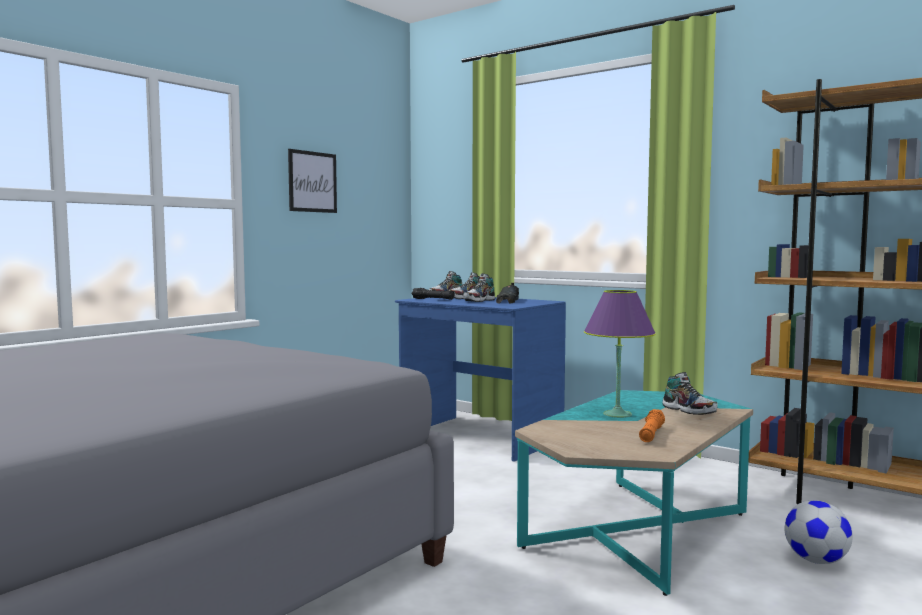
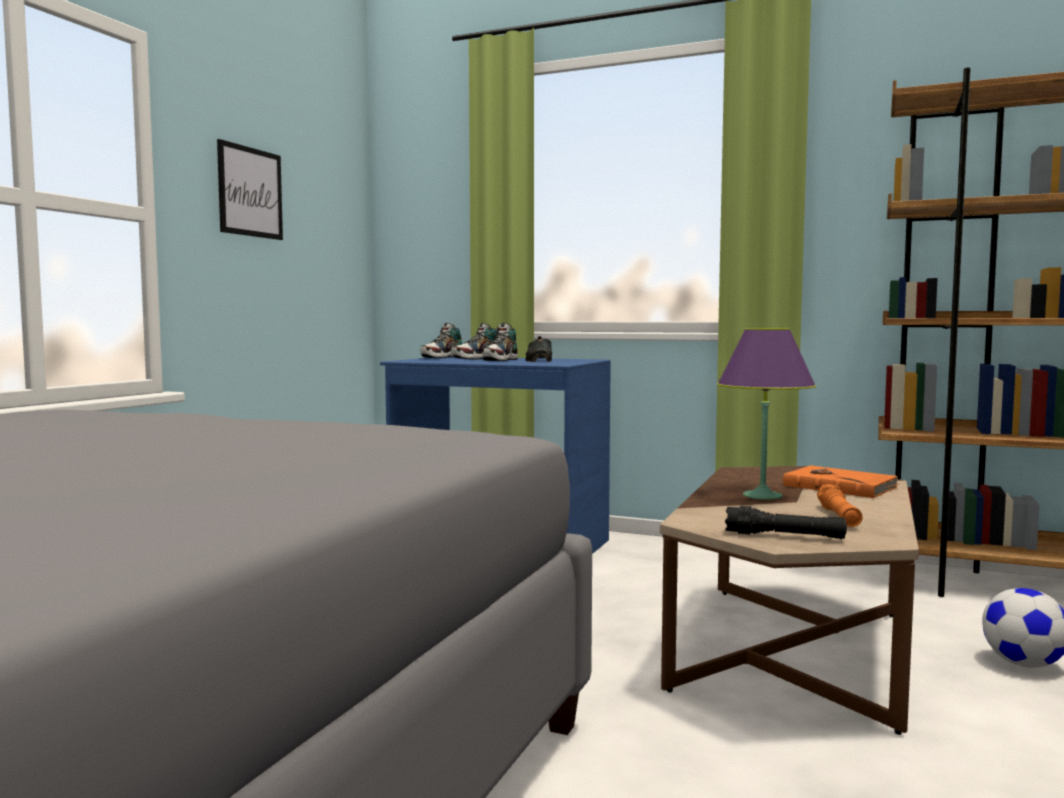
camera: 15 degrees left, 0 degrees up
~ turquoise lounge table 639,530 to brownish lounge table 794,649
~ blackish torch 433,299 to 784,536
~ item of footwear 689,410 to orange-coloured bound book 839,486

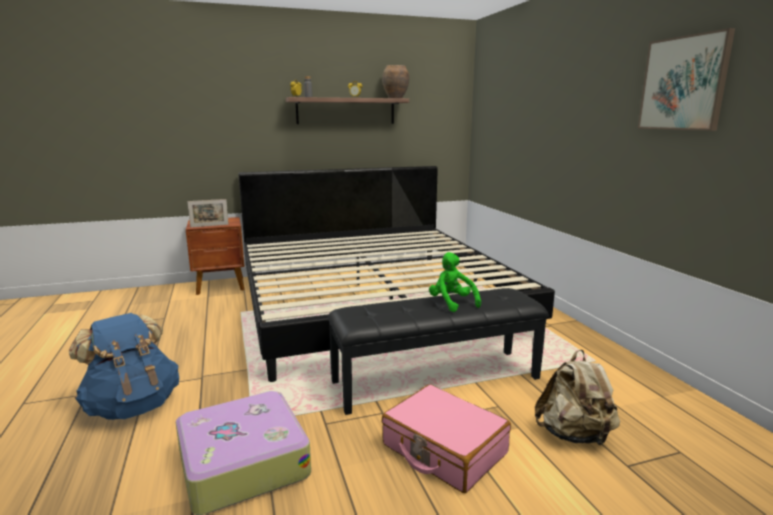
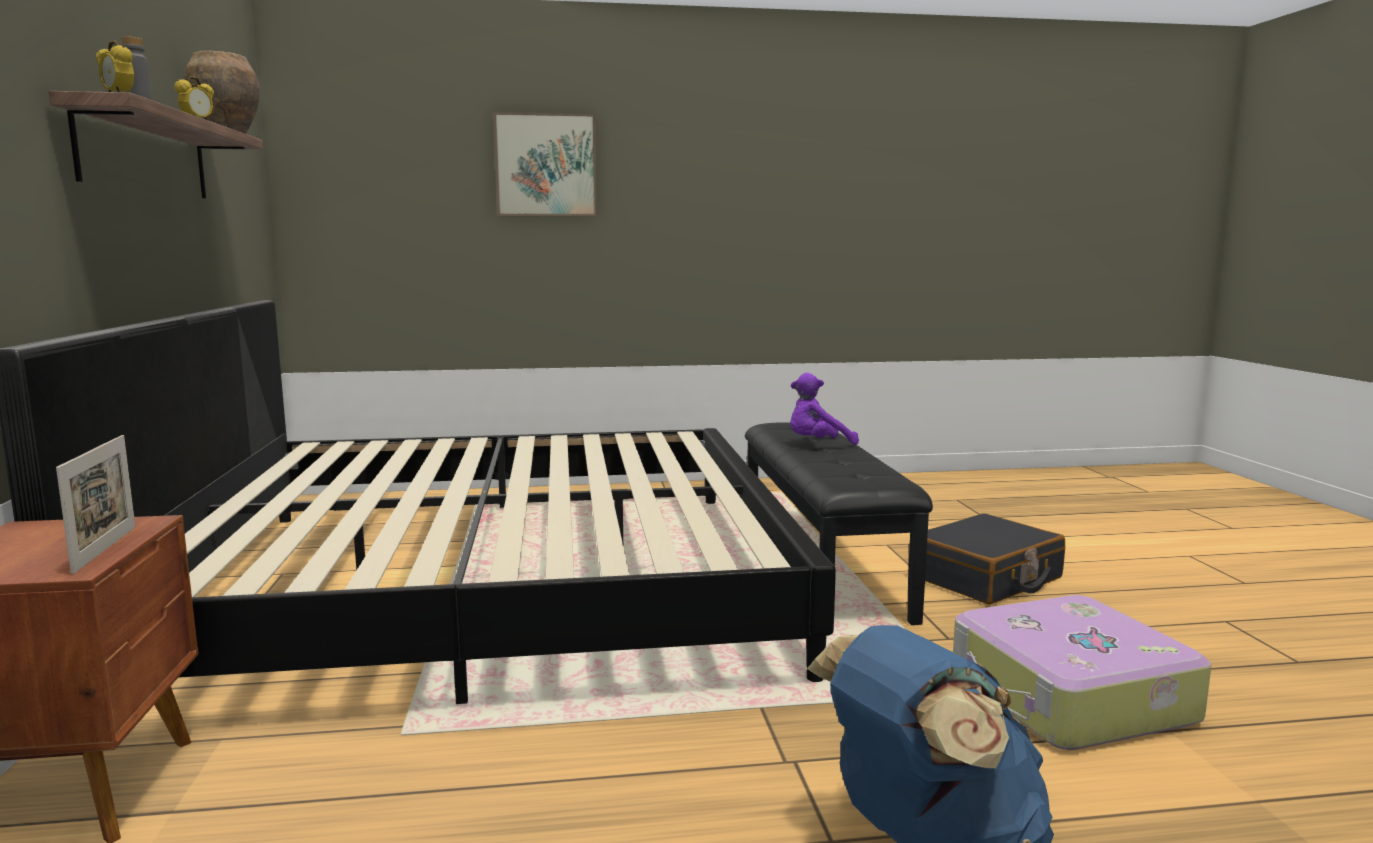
camera: 80 degrees left, 5 degrees down
~ wall art 683,83 to 546,165
~ greenish plush toy 452,303 to purple plush toy 817,444
~ pink-coloured piece of luggage 443,449 to blackish piece of luggage 986,578
- sand-coloured knapsack 574,435

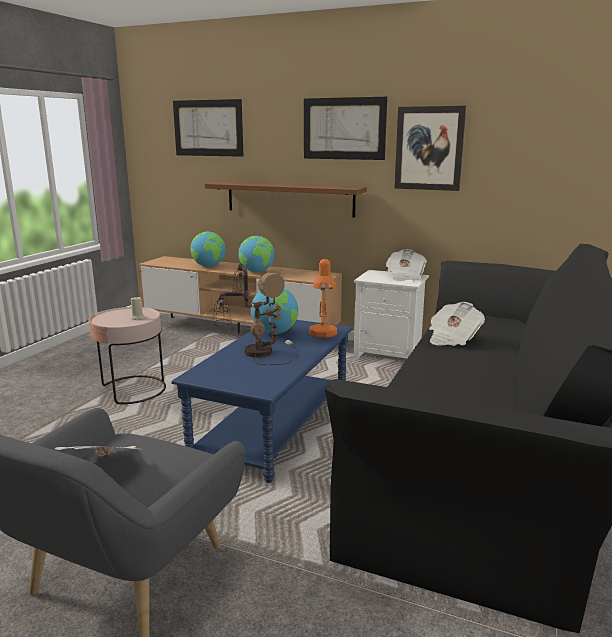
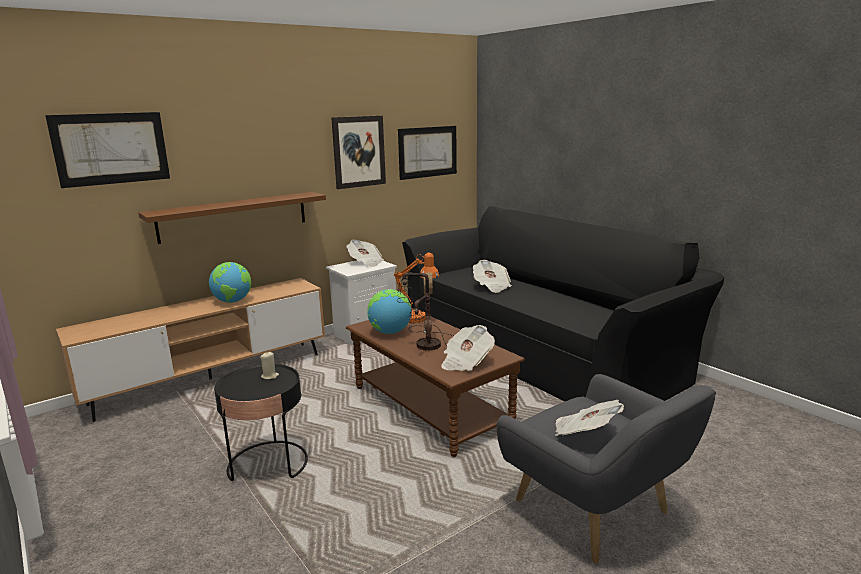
camera: 60 degrees left, 0 degrees up
~ pink-coloured end table 132,390 to blackish end table 268,464
~ blue-coloured lounge table 273,426 to brownish lounge table 430,407
~ wall art 344,128 to 428,152
+ daily paper 466,362
- globe 209,266

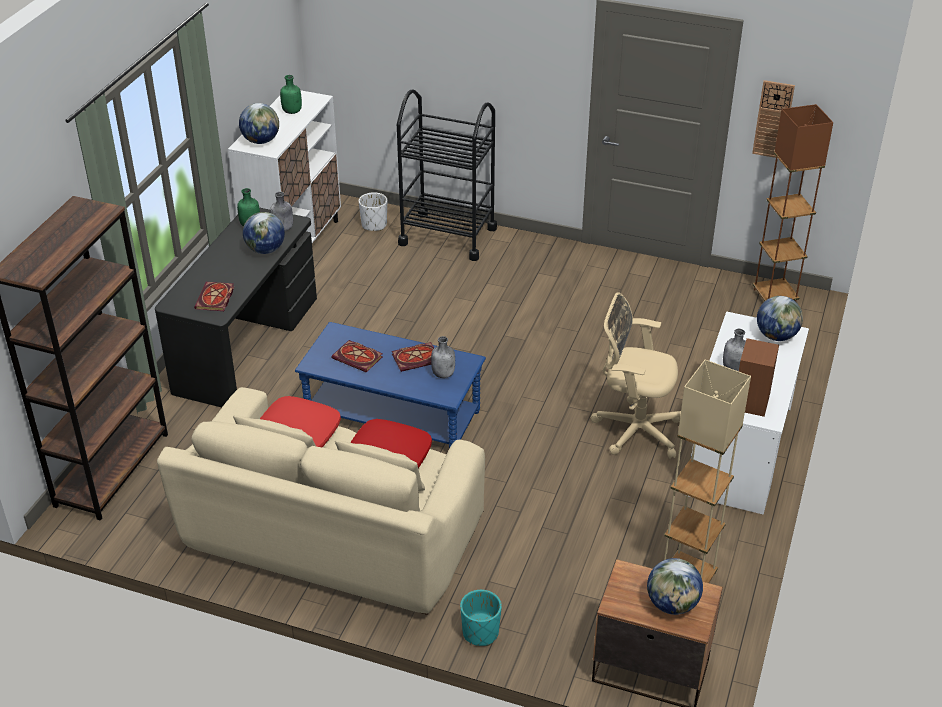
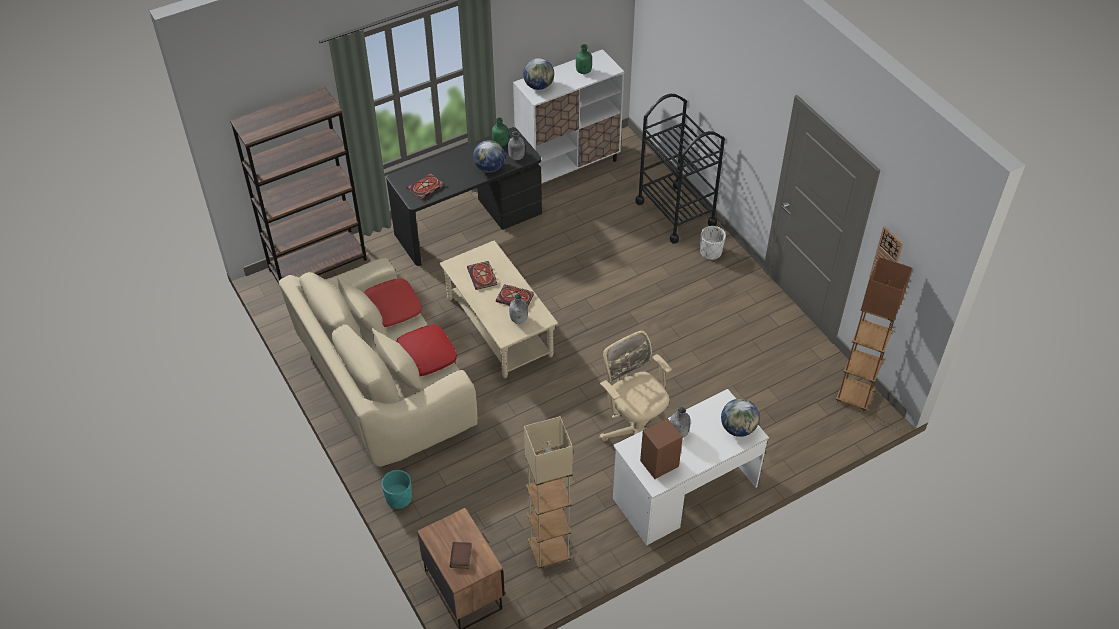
camera: 40 degrees right, 10 degrees up
~ blue-coloured lounge table 392,416 to sand-coloured lounge table 499,326
~ globe 672,604 to bound book 461,557
~ white-coloured plant pot 374,225 to 710,252

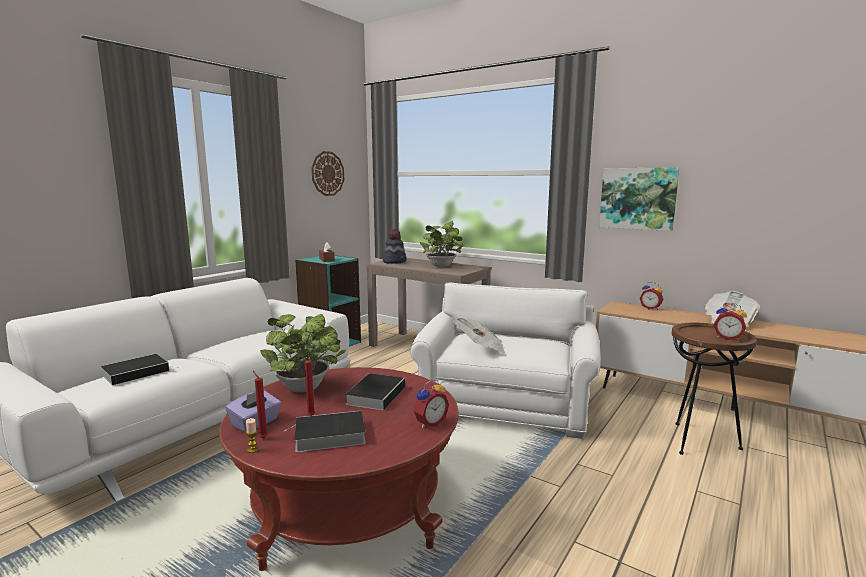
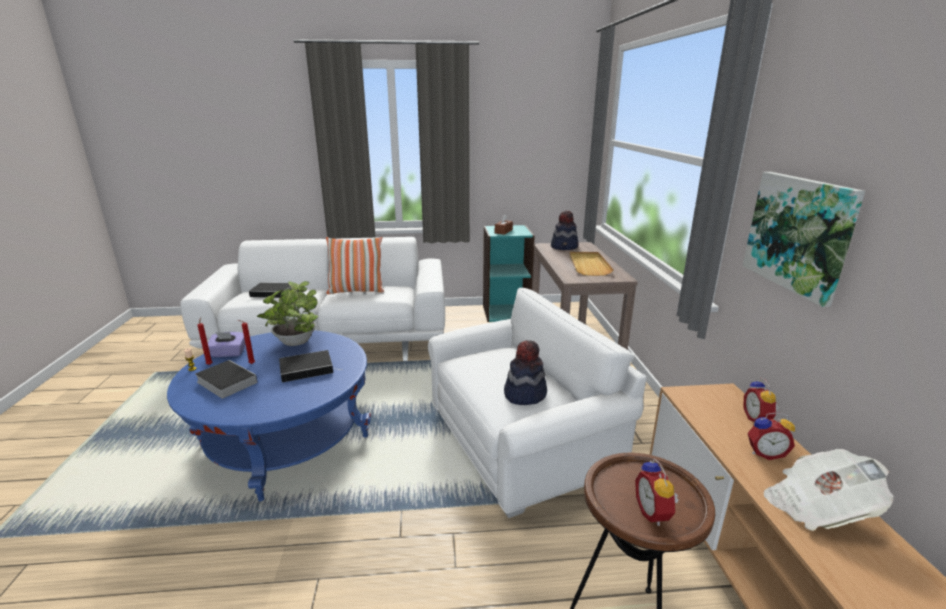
camera: 50 degrees right, 10 degrees up
~ red-coloured lounge table 347,505 to blue-coloured lounge table 285,440
+ throw pillow 356,291
+ hat 524,394
~ houseplant 442,266 to sand-coloured tray 588,265
~ table clock 429,423 to 765,453
- wall clock 327,173
- daily paper 481,348

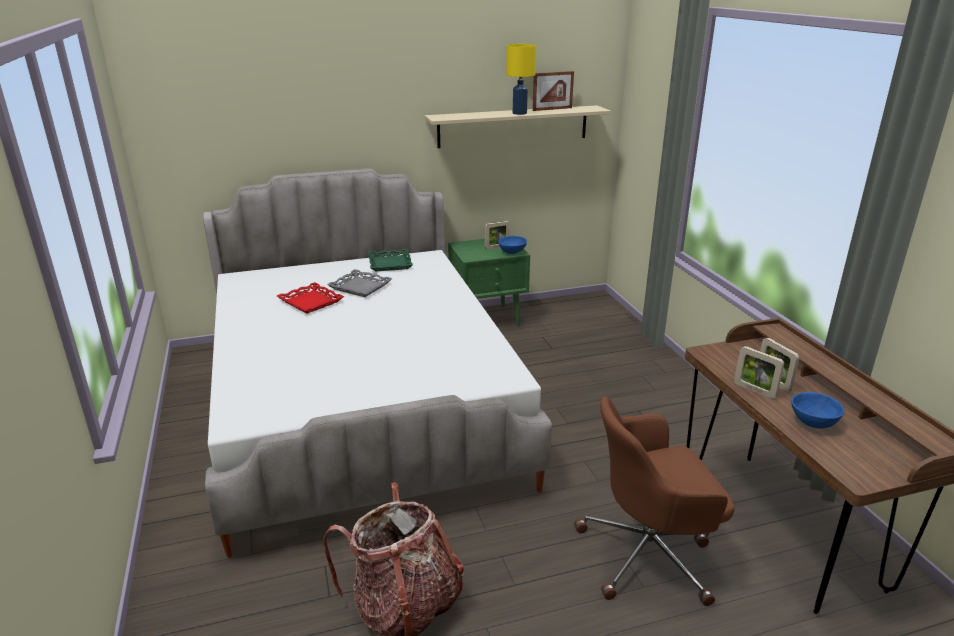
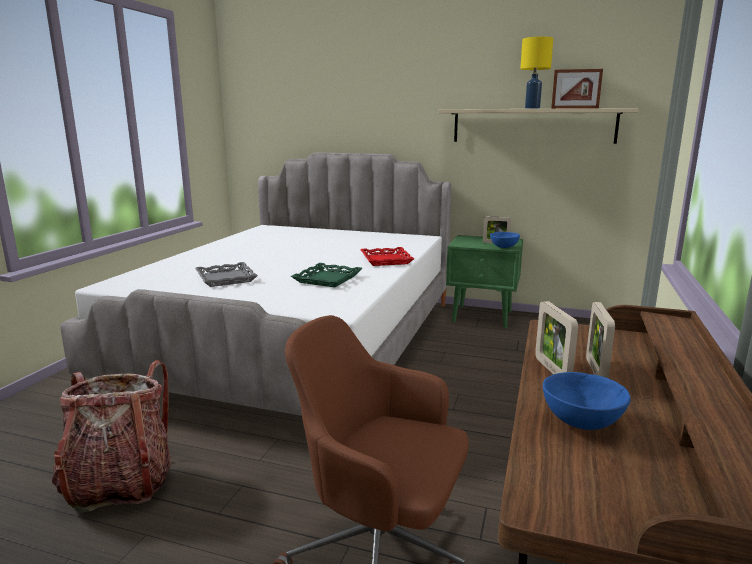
camera: 35 degrees right, 10 degrees down
~ greyish tray 360,287 to 226,278
~ greenish tray 389,263 to 327,279
~ red-coloured tray 310,302 to 385,260

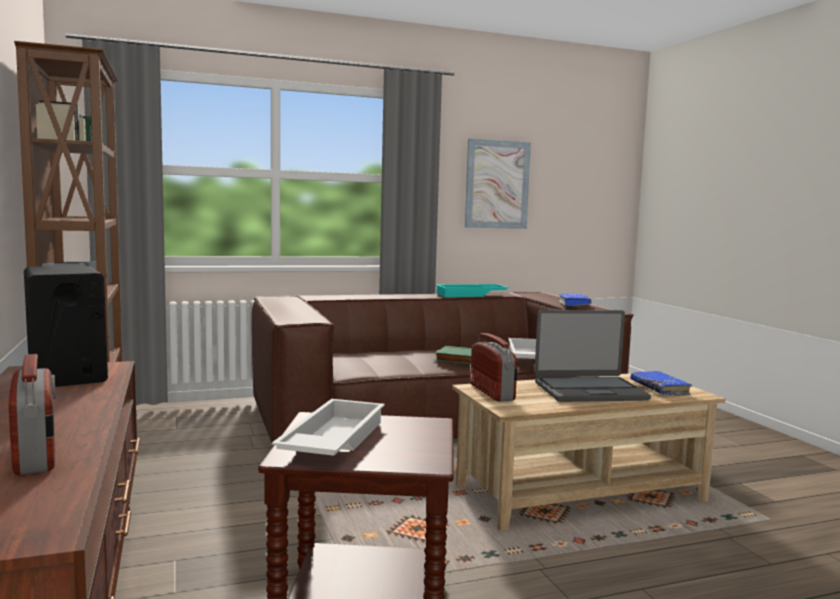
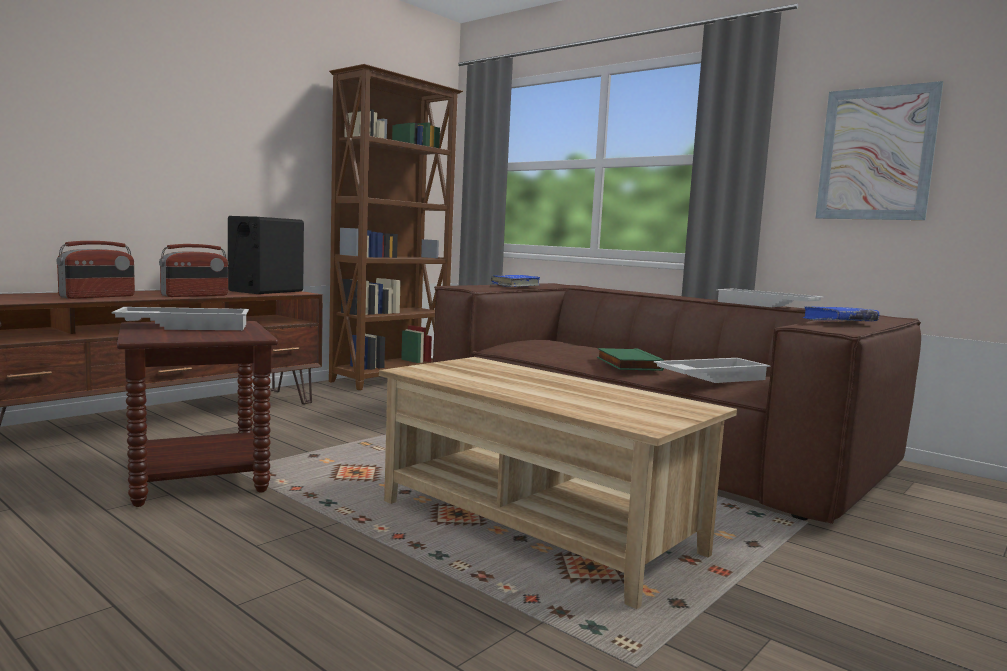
camera: 60 degrees right, 0 degrees up
~ radio receiver 492,392 to 195,295
~ blue-coloured bound book 659,389 to 515,285
~ turquoise tray 471,295 to white-coloured tray 765,305
- notebook computer 589,391

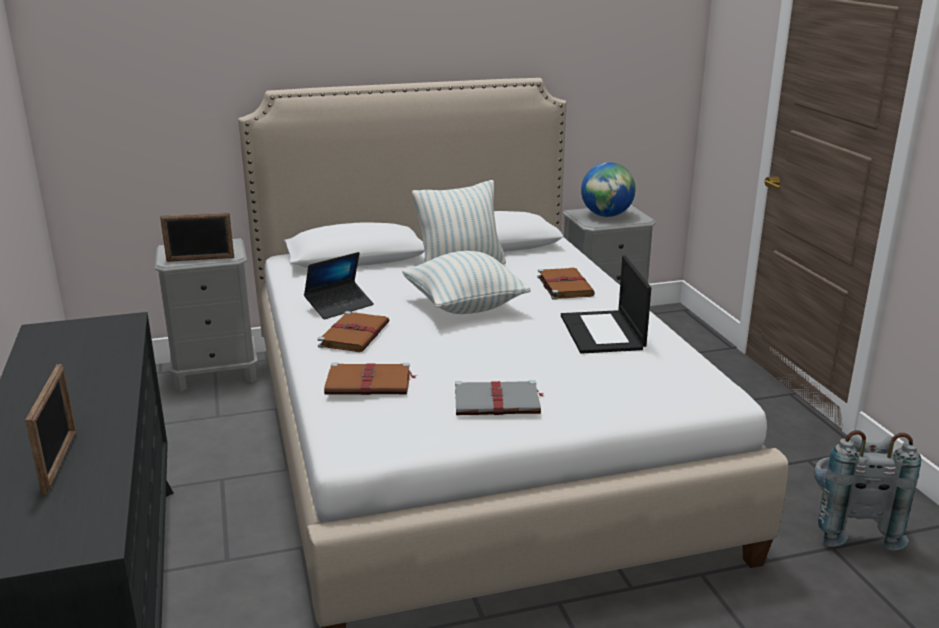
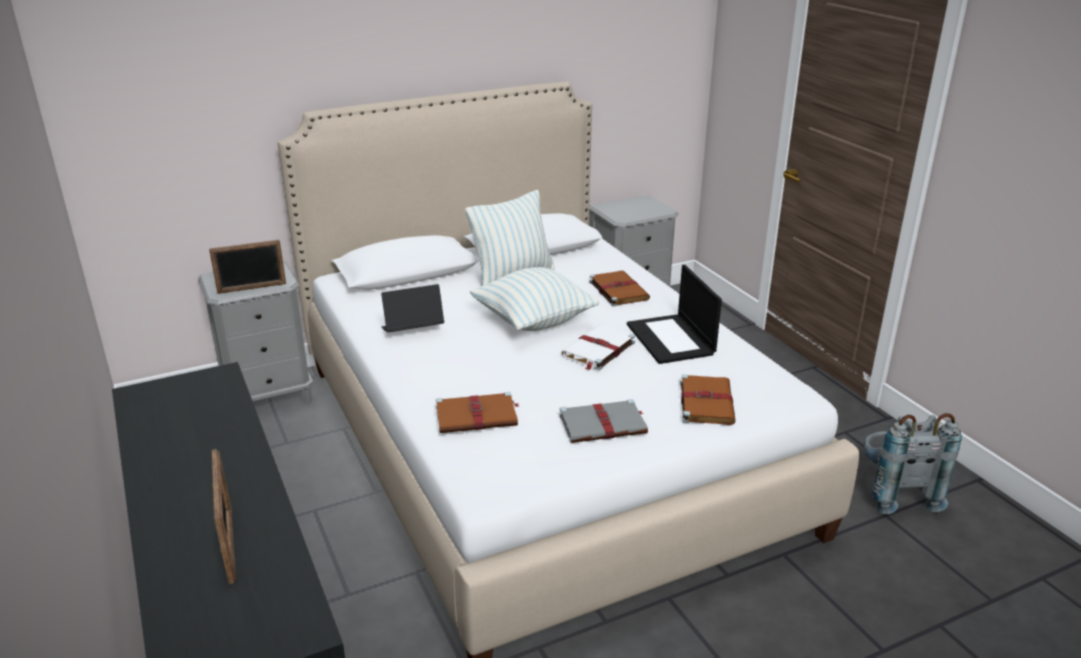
camera: 10 degrees left, 5 degrees up
~ notebook computer 339,306 = 412,331 150 degrees counterclockwise
+ white-coloured bound book 598,350
~ brownish bound book 354,334 to 706,402
- globe 606,215

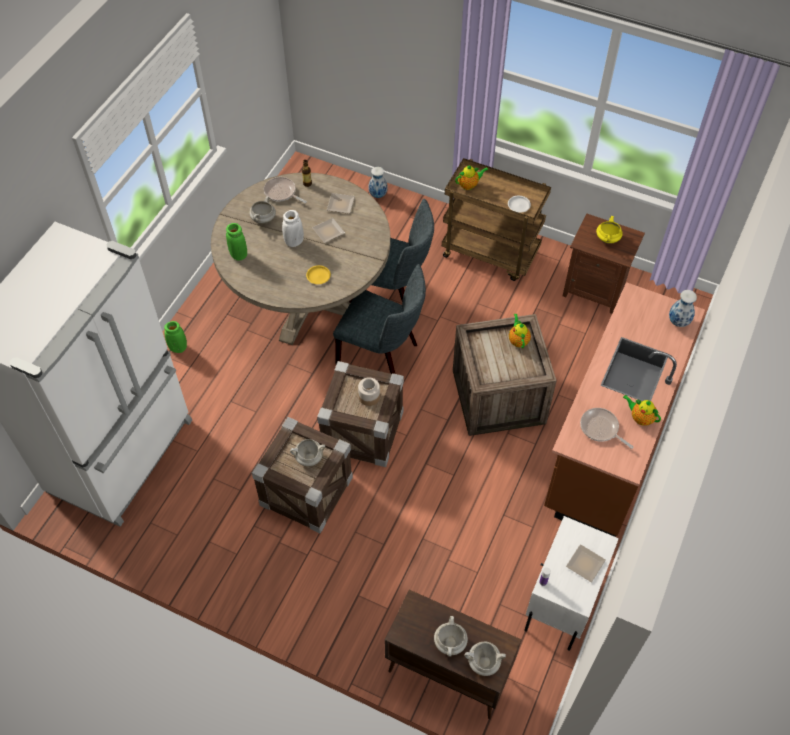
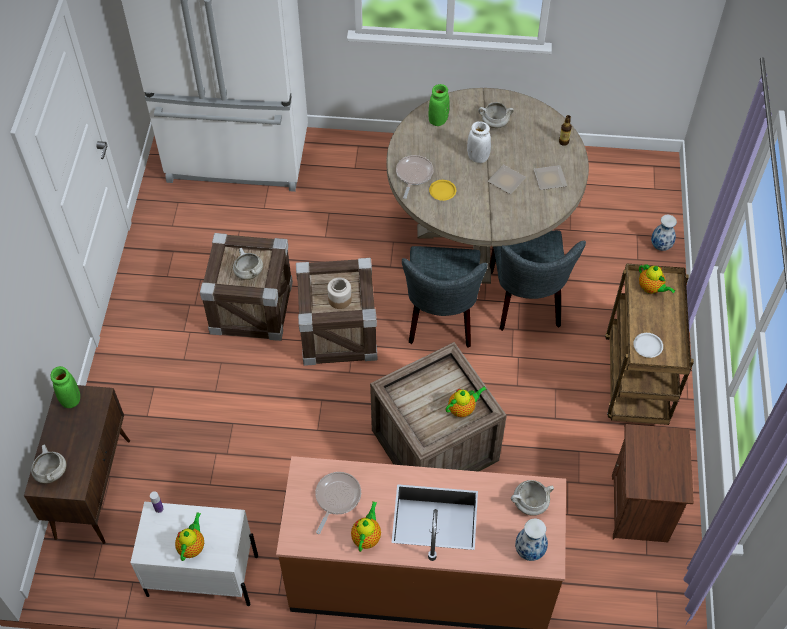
camera: 70 degrees right, 0 degrees up
~ greenish vase 178,348 to 71,399
~ plate 586,564 to pot for tea 192,546
~ skillet 281,193 to 413,175
~ white-coloured stockpot 450,643 to 530,504
- yellowish stockpot 608,239

